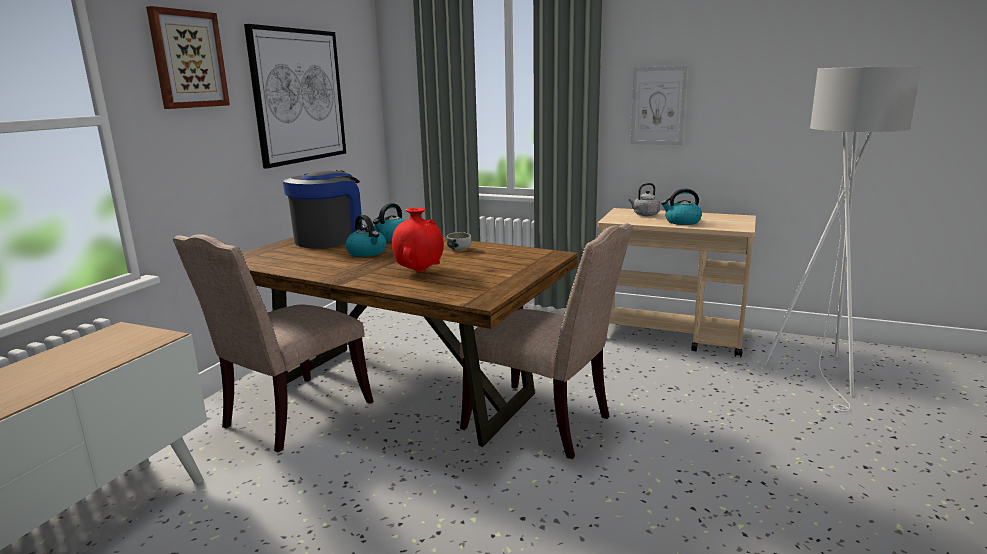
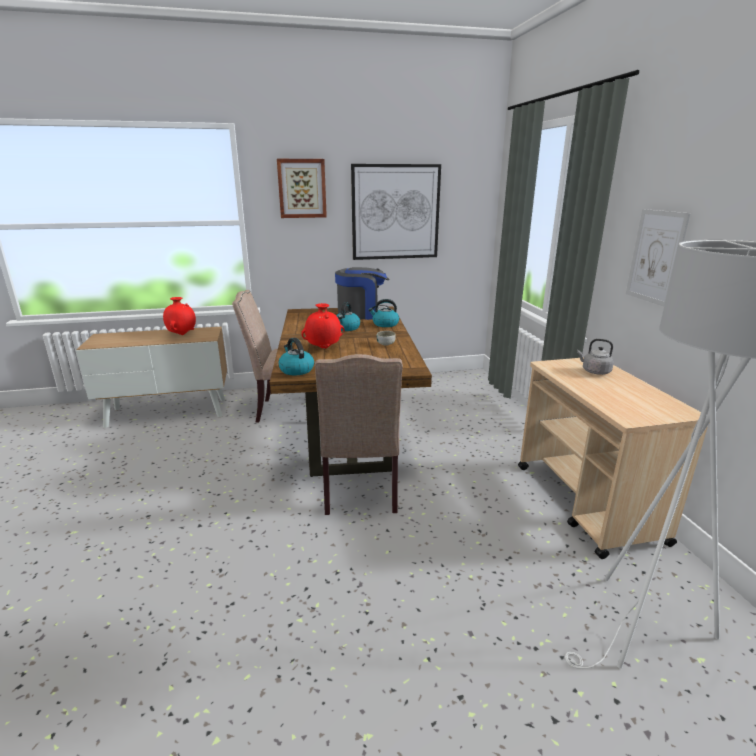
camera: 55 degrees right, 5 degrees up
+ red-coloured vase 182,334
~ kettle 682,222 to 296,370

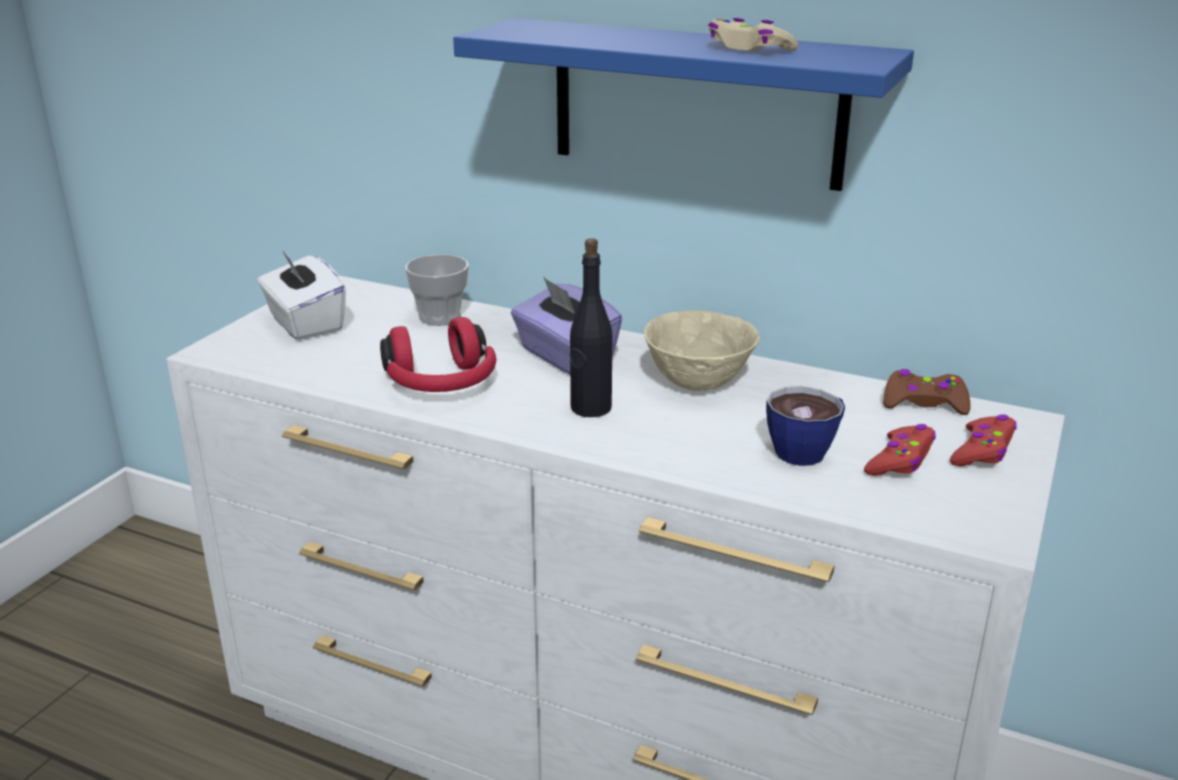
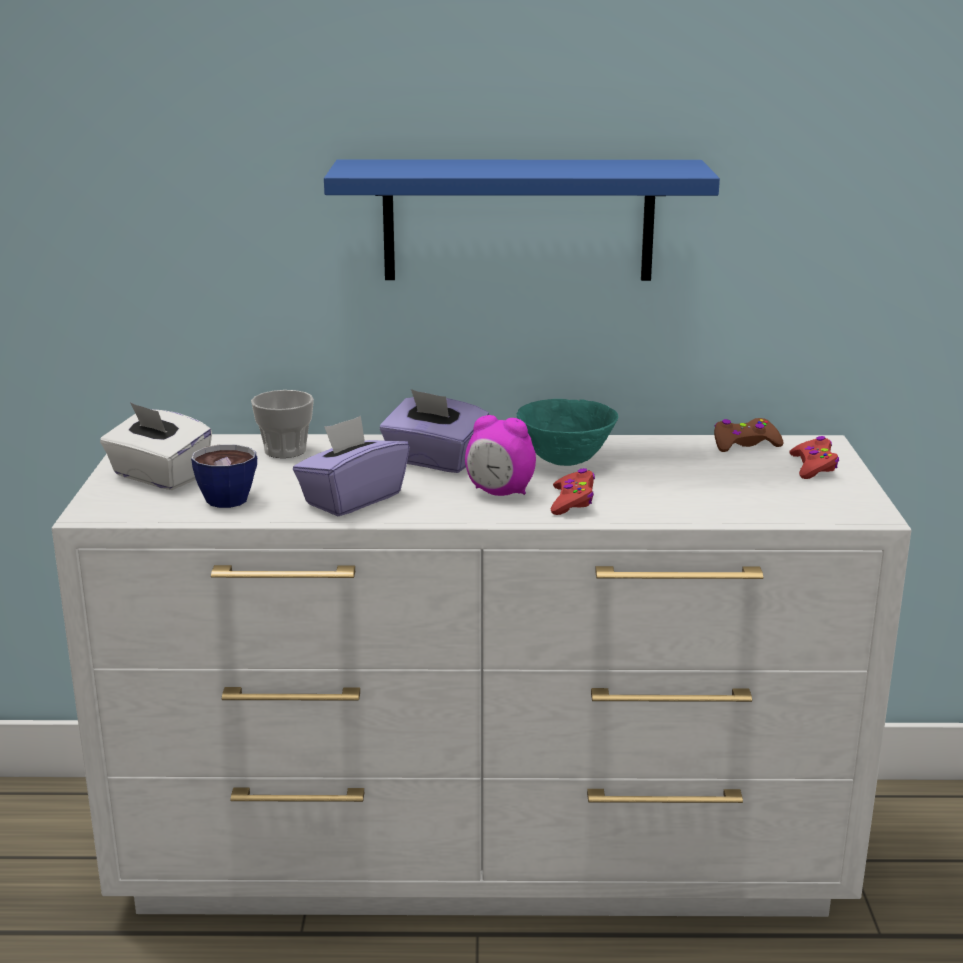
camera: 25 degrees left, 5 degrees down
~ small cup 808,450 to 233,496
~ red-coloured pair of headphones 442,384 to purple tissue box 352,499
~ blackish drink bottle 590,408 to table clock 499,493
~ sand-coloured bowl 698,384 to turquoise bowl 566,461
~ red-coloured joypad 900,461 to 572,501
- sand-coloured joypad 748,49

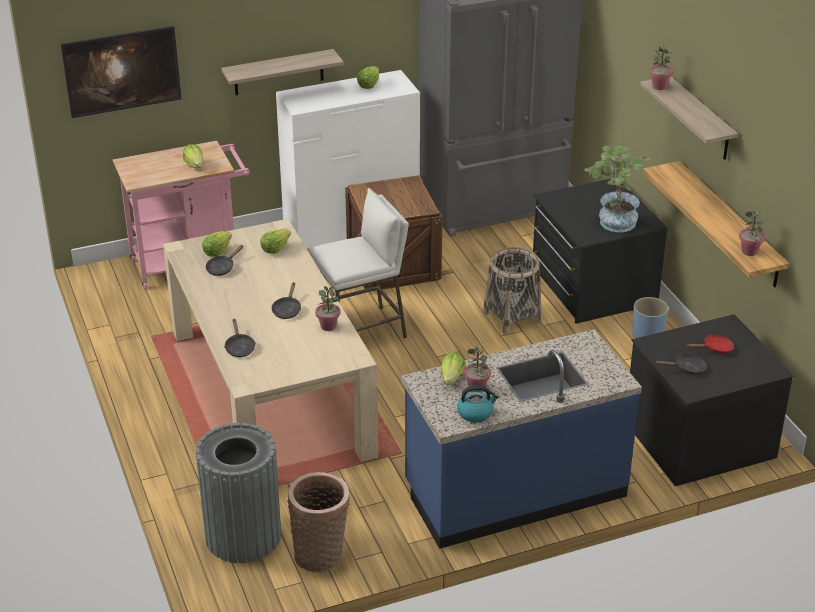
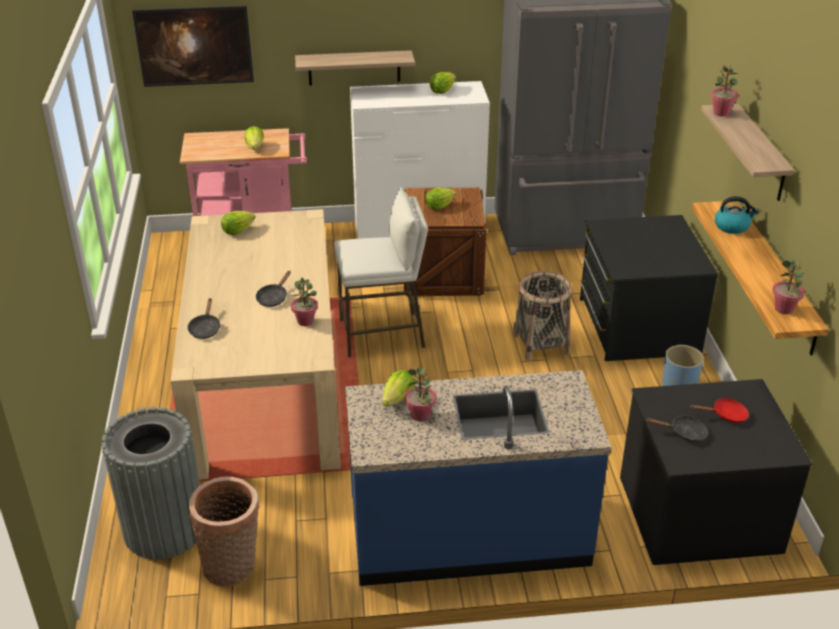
camera: 15 degrees right, 0 degrees up
~ lettuce head 275,249 to 439,206
~ kettle 476,413 to 732,226
- blackish skillet 222,268
- houseplant 612,224

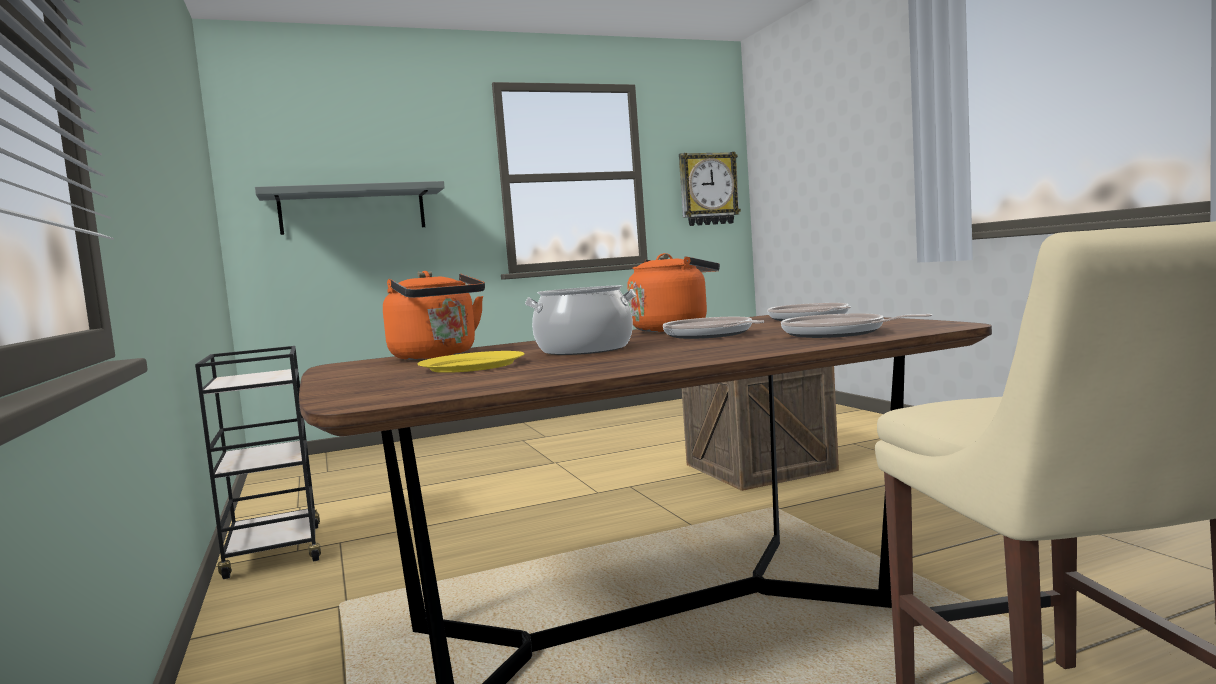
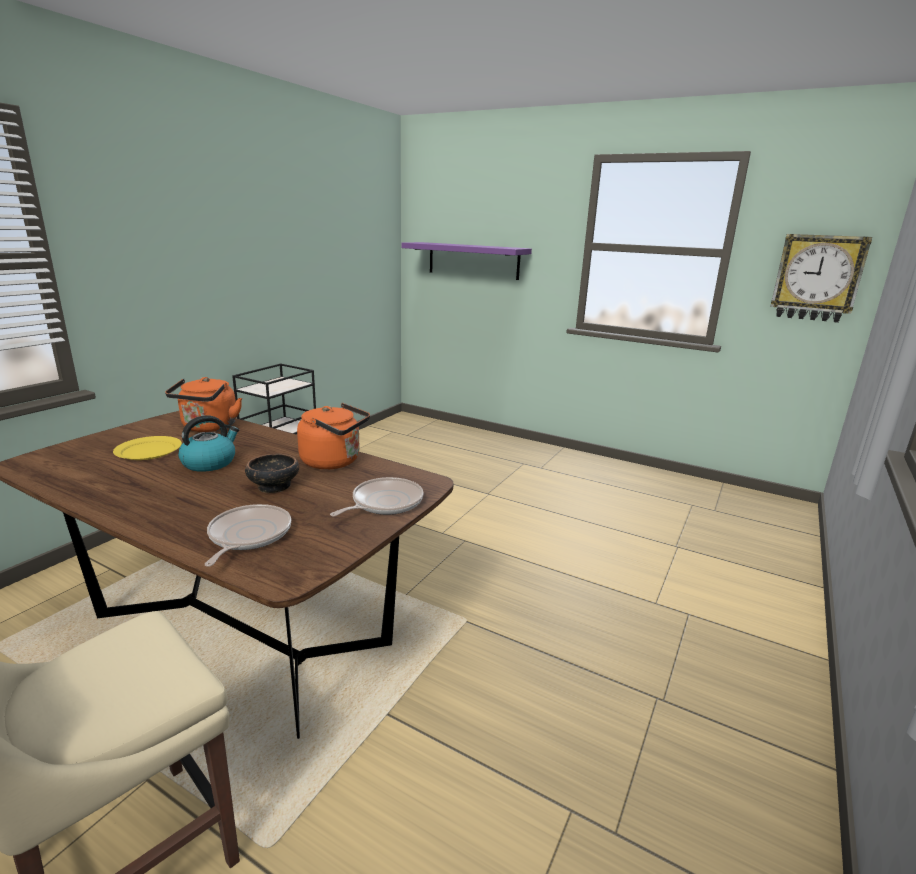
camera: 50 degrees right, 15 degrees up
~ stockpot 584,350 to kettle 210,463
~ skillet 710,335 to bowl 273,486
~ greyish shelf 353,210 to purple shelf 473,260
- packing crate 759,467

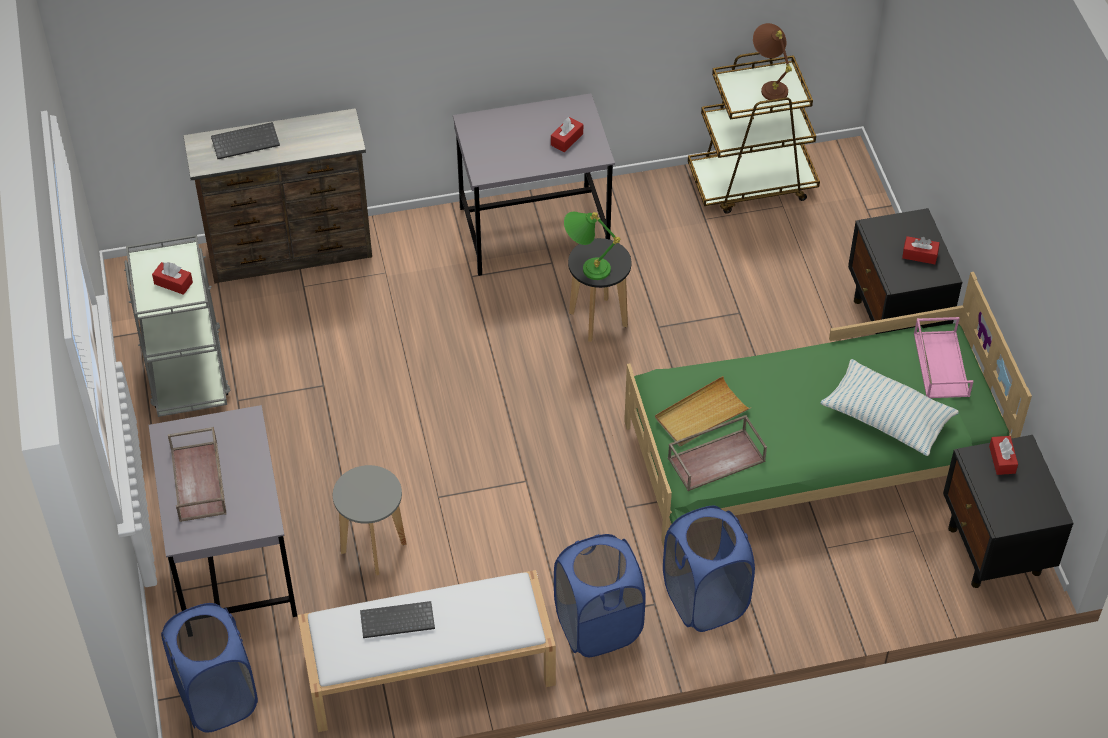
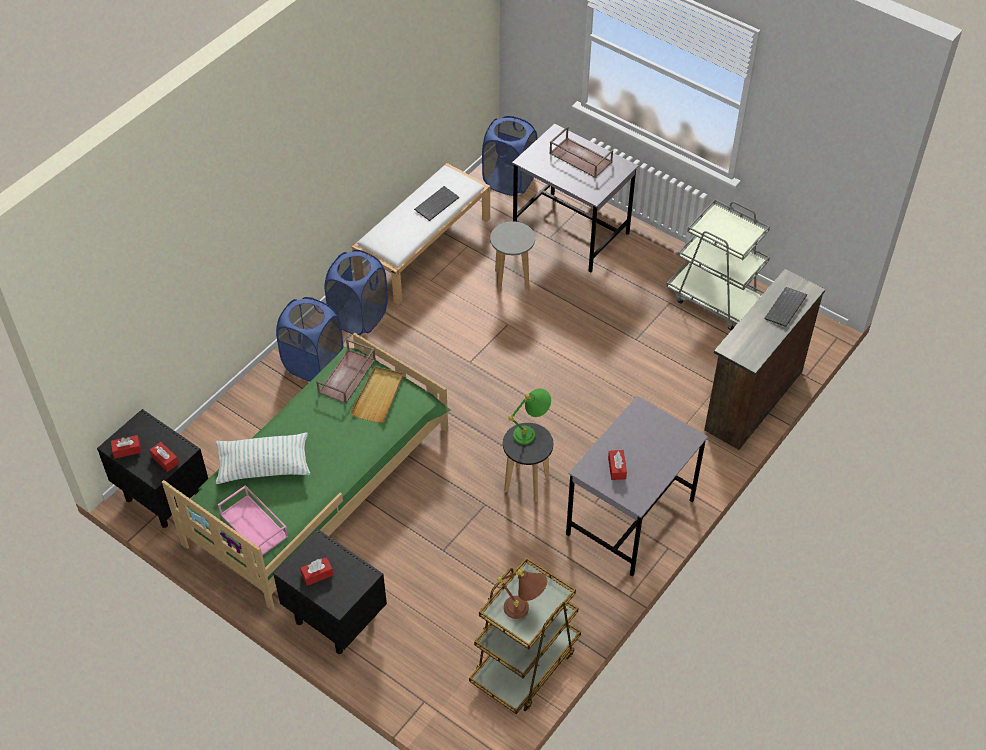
camera: 140 degrees right, 0 degrees up
~ red-coloured tissue box 173,283 to 127,450

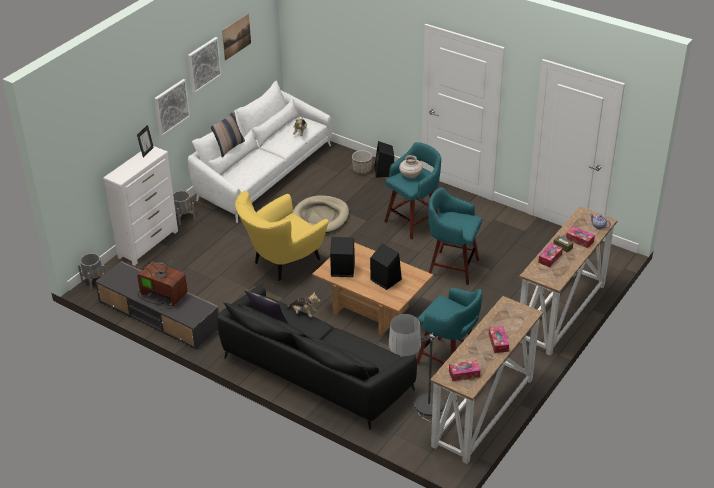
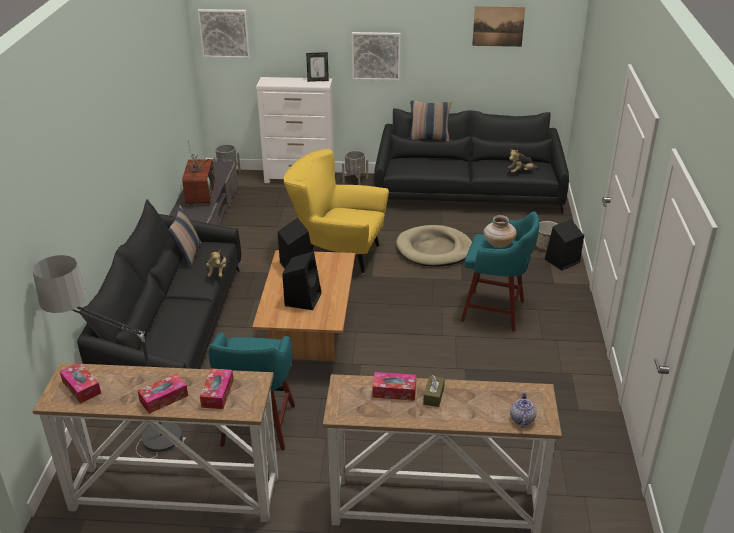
camera: 60 degrees right, 5 degrees down
~ wall art 203,64 to 224,33
~ tissue box 579,240 to 217,393
~ white-coloured sofa 262,173 to blackish sofa 467,194
- turquoise stool 451,267

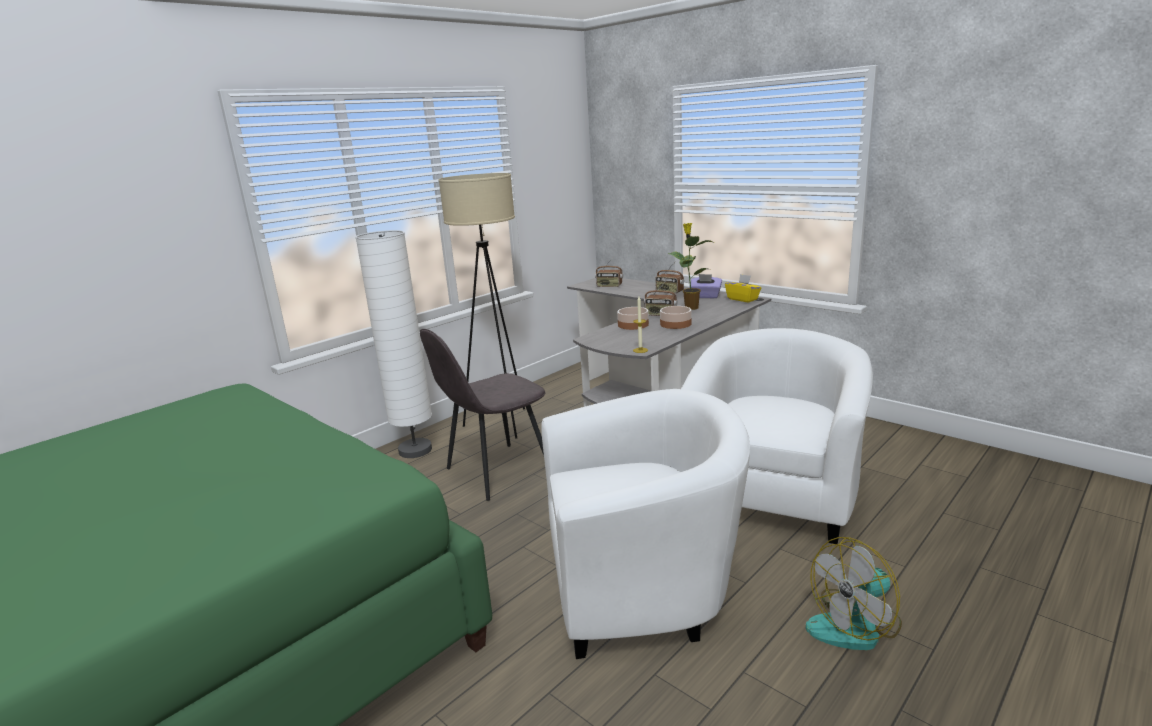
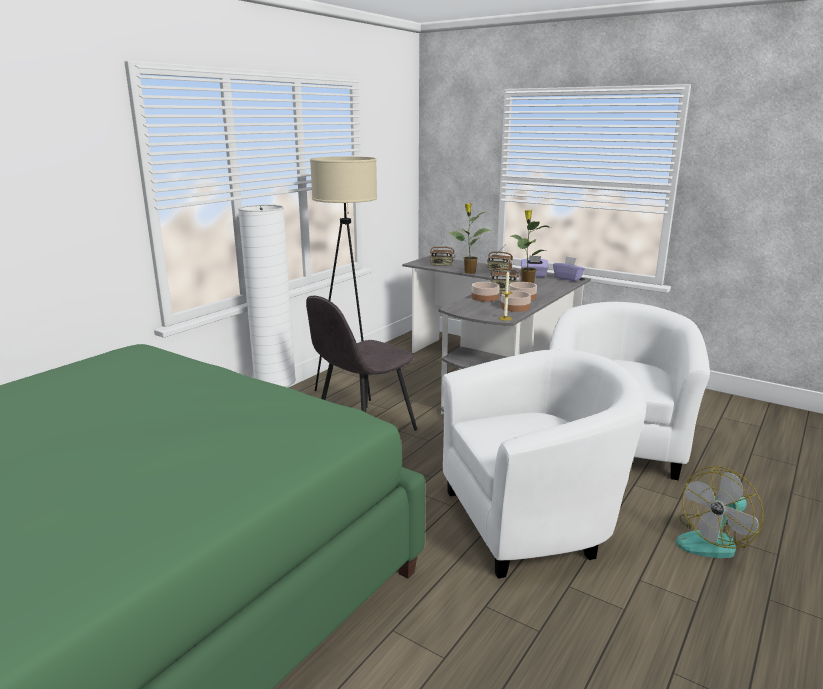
camera: 10 degrees left, 0 degrees up
+ houseplant 469,272
+ bowl 514,307
~ yellowish tissue box 742,299 to purple tissue box 567,278

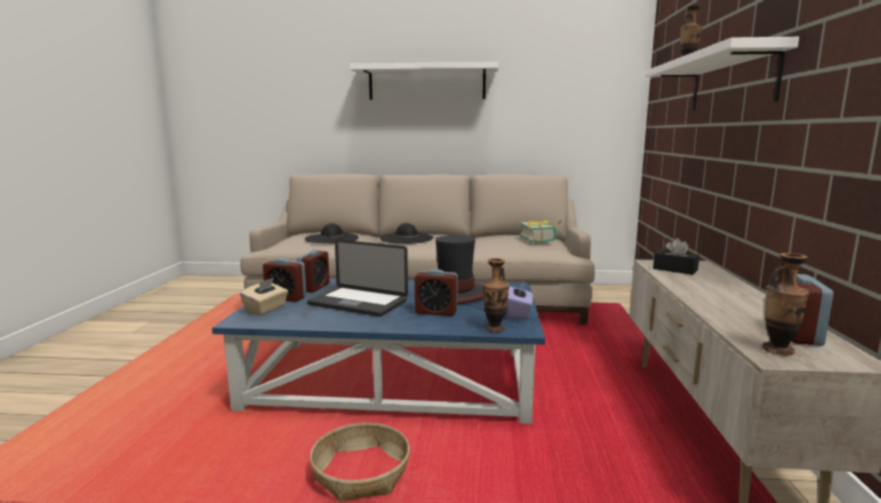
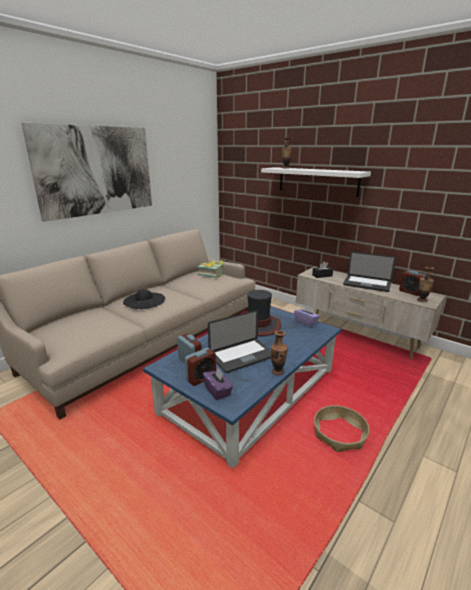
camera: 55 degrees left, 10 degrees up
~ white-coloured shelf 427,83 to wall art 96,170
~ sand-coloured tissue box 266,309 to purple tissue box 217,391
~ vase 495,329 to 277,372
+ notebook computer 367,284
- blackish hat 331,238
- table clock 436,312

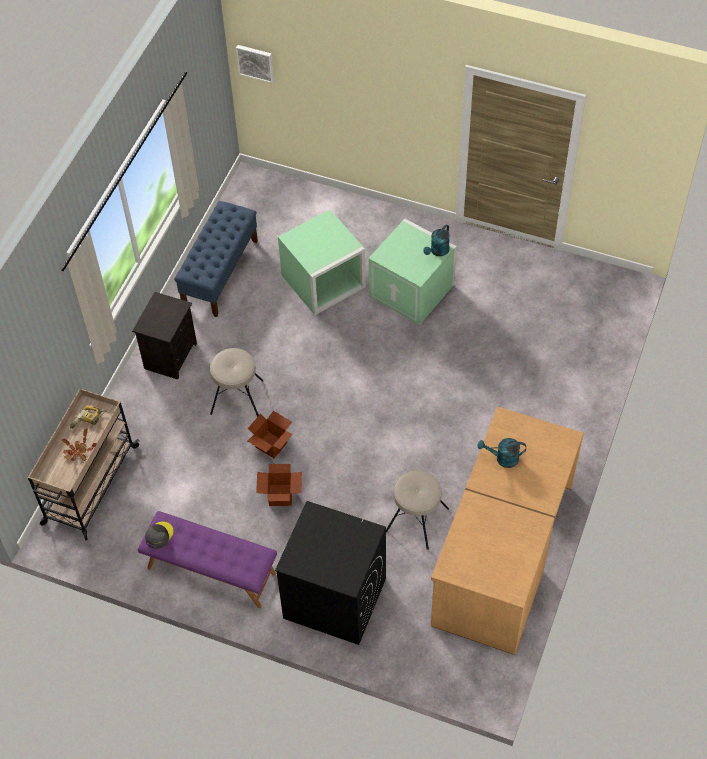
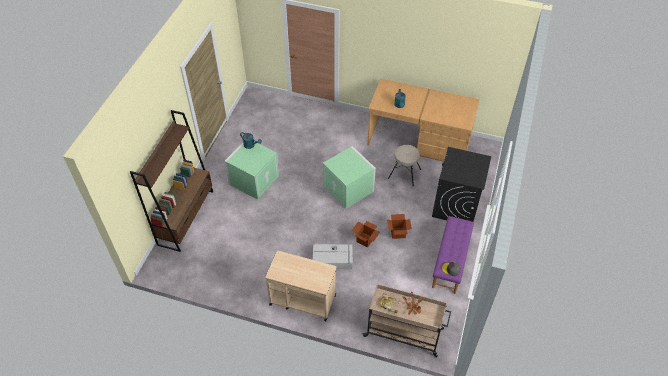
camera: 95 degrees left, 5 degrees down
+ brownish bookcase 186,217
~ blackish night table 170,355 to sand-coloured cart 302,299
~ sand-coloured stool 237,397 to greyish storage container 333,260
~ greenish storage container 323,282 to 349,189
- blue-coloured indoor bench 220,273
- wall art 255,62

